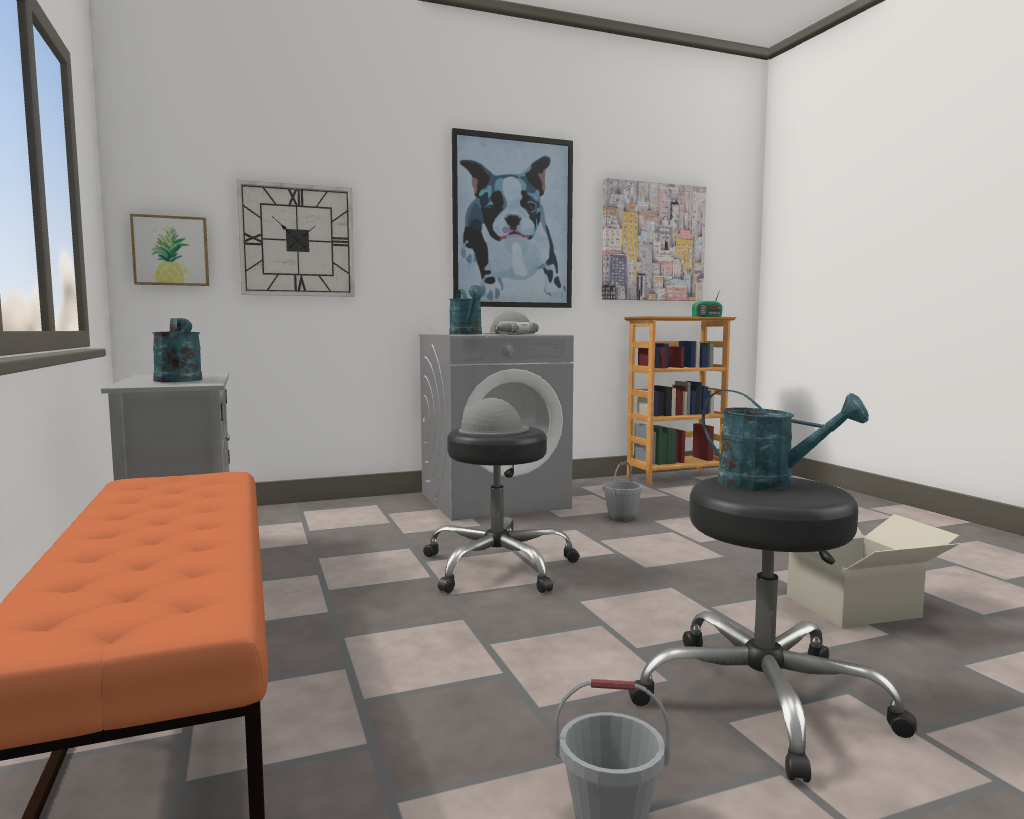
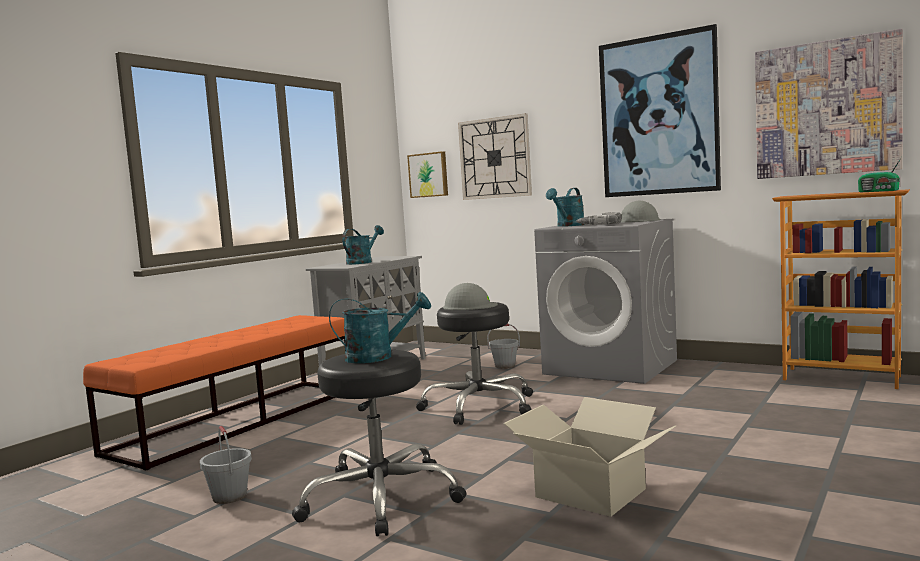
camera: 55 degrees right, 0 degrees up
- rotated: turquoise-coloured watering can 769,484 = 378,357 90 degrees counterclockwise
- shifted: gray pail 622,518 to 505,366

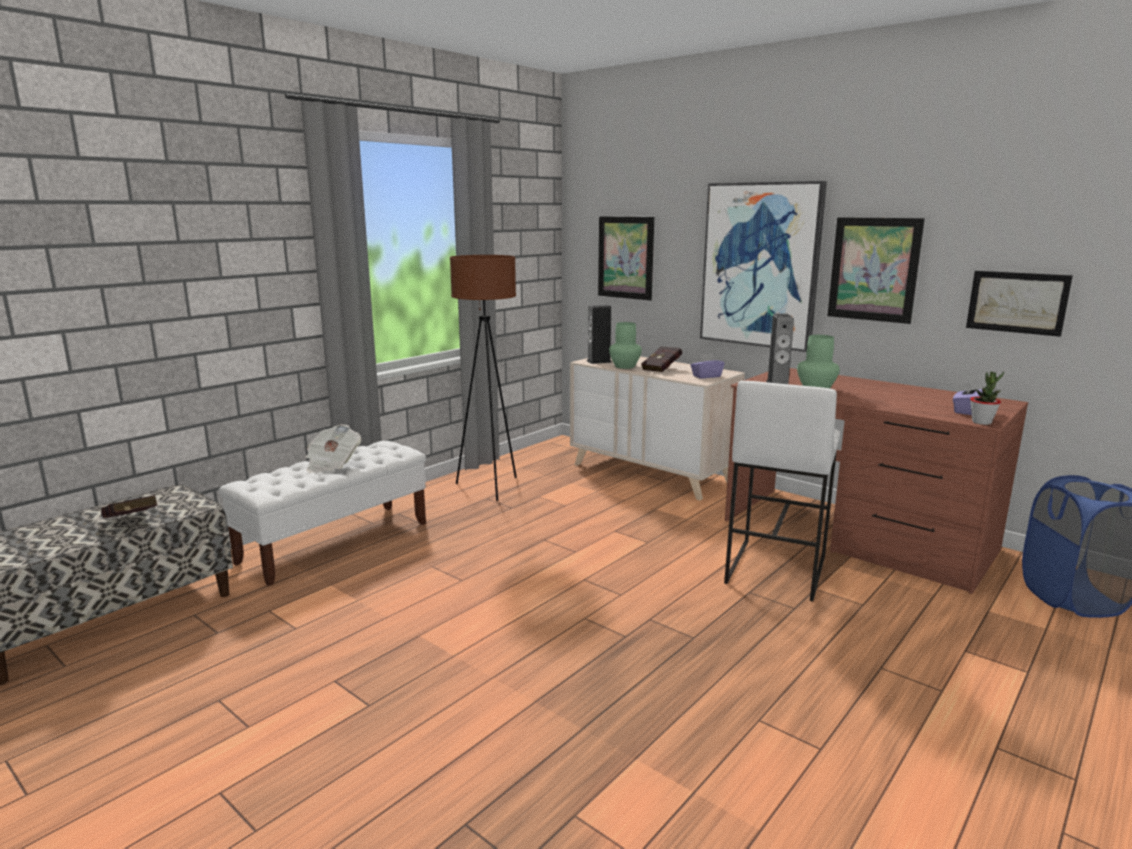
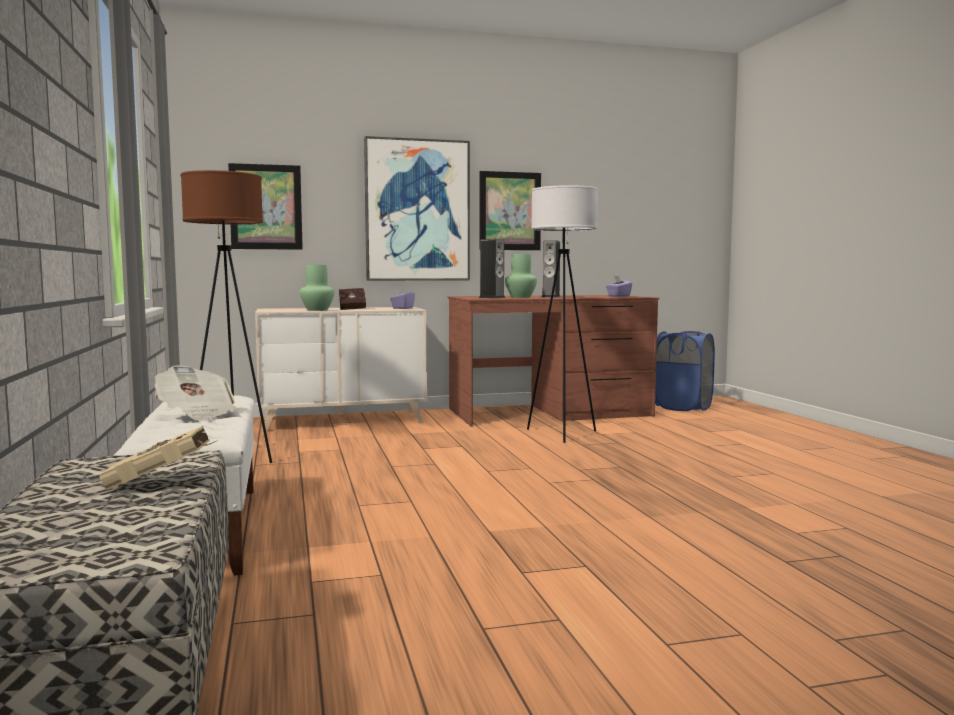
camera: 55 degrees left, 10 degrees down
- gone: picture 1017,302
- shifted: loudspeaker 599,361 to 551,297
- gone: plant in a pot 981,422
- swapped: whitish sitting stool 775,568 to whitish standing lamp 561,434
- repainted: red volume 131,522 to beige volume 163,483

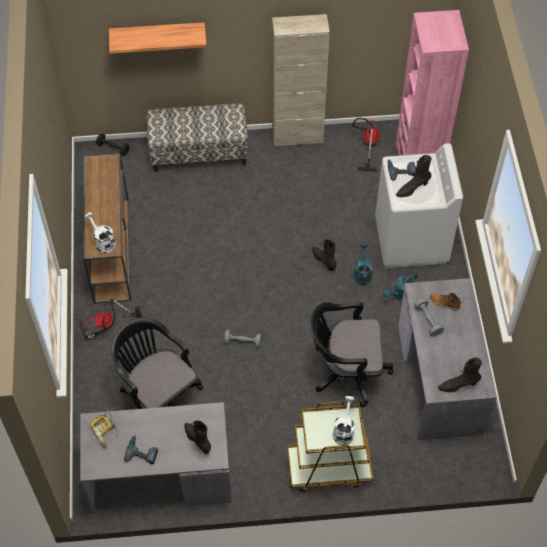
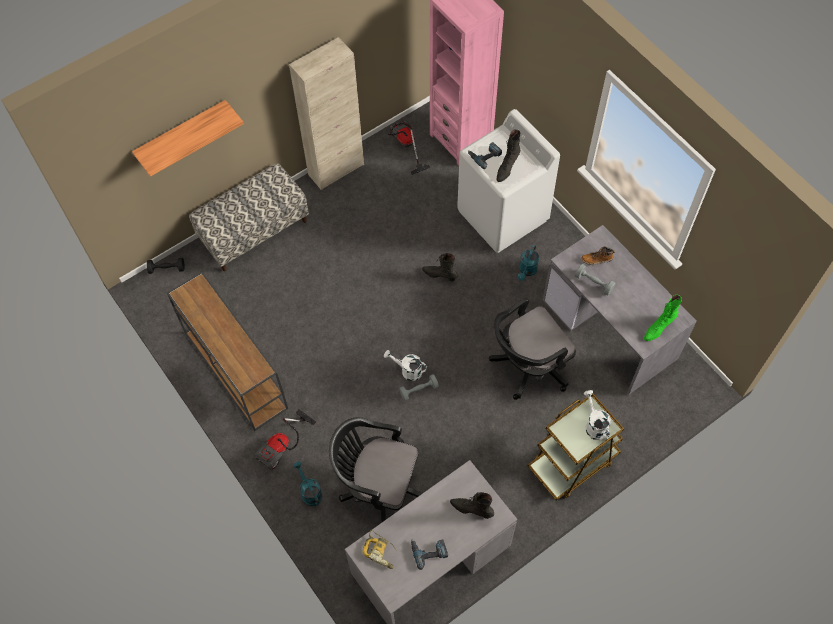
camera: 30 degrees left, 5 degrees up
- shifted: whitish watering can 103,242 to 407,371
- shifted: turquoise-coloured watering can 362,273 to 309,492
- repainted: black-coloured boot 458,385 to green-coloured boot 658,328

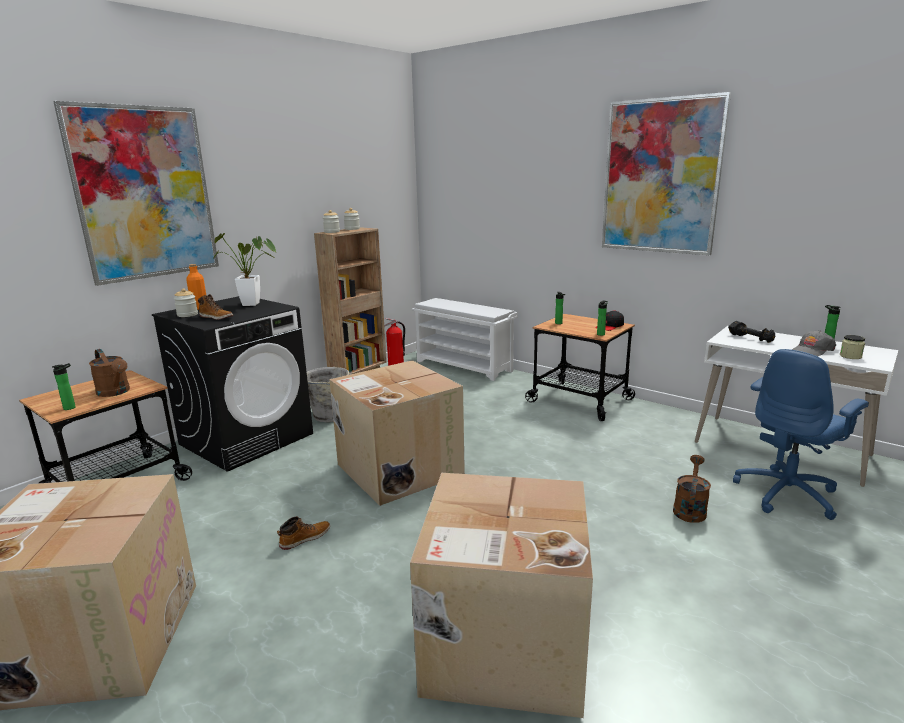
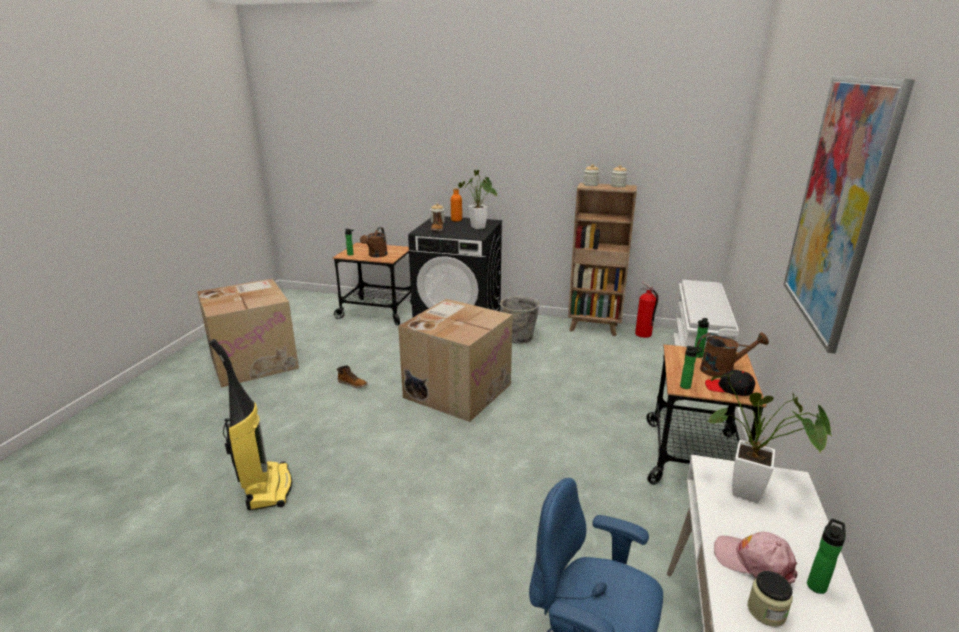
camera: 65 degrees right, 5 degrees up
- gone: picture 145,193
- swapped: black-coloured hand weight 751,338 to plant in a pot 754,495
- repainted: gray baseball cap 812,350 to pink baseball cap 754,562
- shifted: brown-coloured watering can 689,509 to 722,370
- swapped: packing box 502,644 to vacuum cleaner 267,488

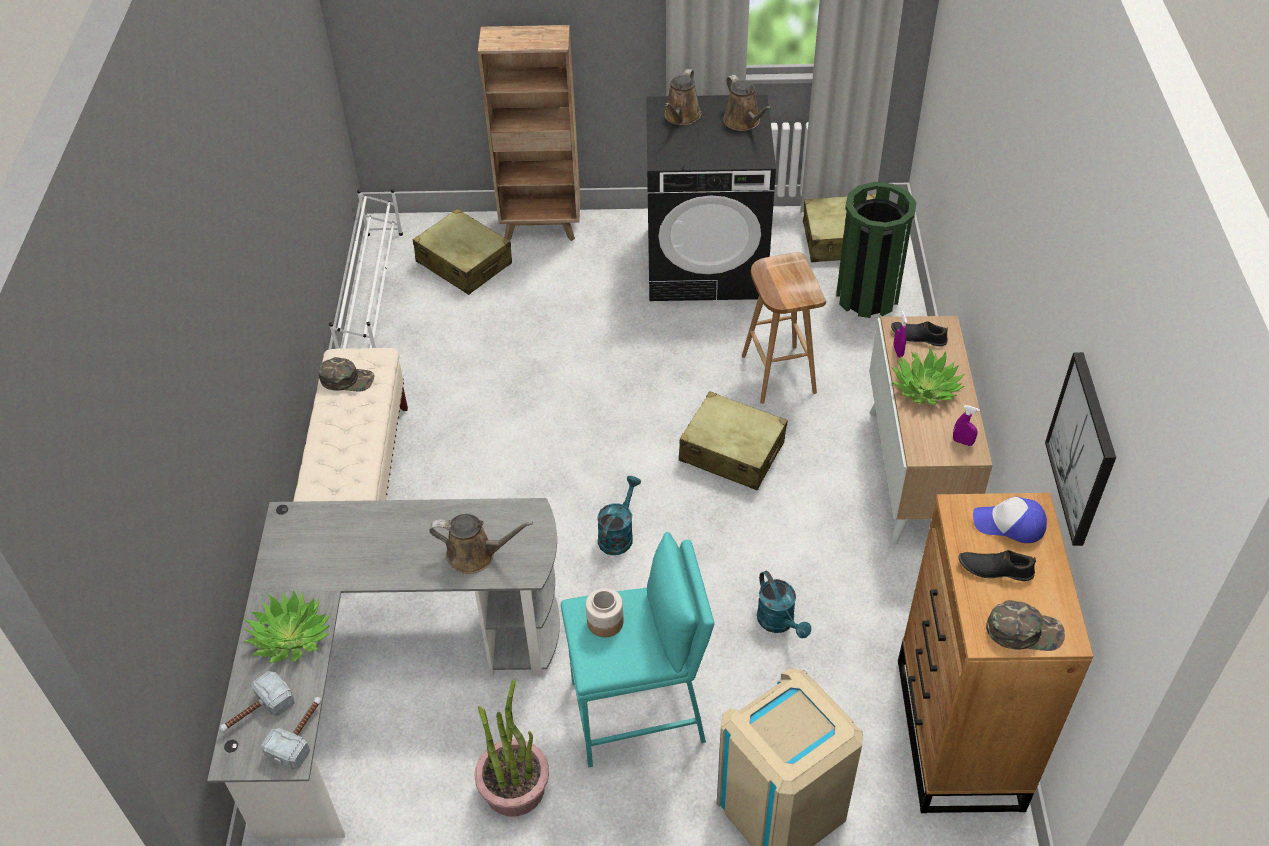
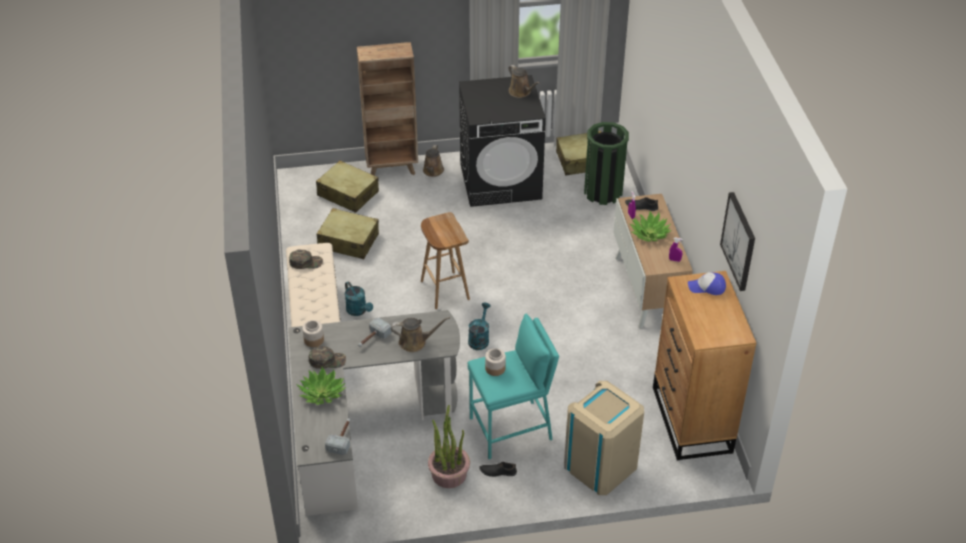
camera: 10 degrees left, 5 degrees down
- shifted: brown-coloured watering can 681,117 to 433,171
- gone: whitish shoe rack 373,297
- shifted: brown-coloured sitting stool 777,373 to 444,290
- shifted: beige piece of luggage 731,452 to 348,241
- shifted: black-coloured low shoe 995,569 to 498,471
- shifted: turquoise-coloured watering can 779,623 to 358,311
- shifted: green-coloured baseball cap 1024,631 to 327,360
- shifted: tool hammer 256,713 to 372,338
- new: storage jar 313,340

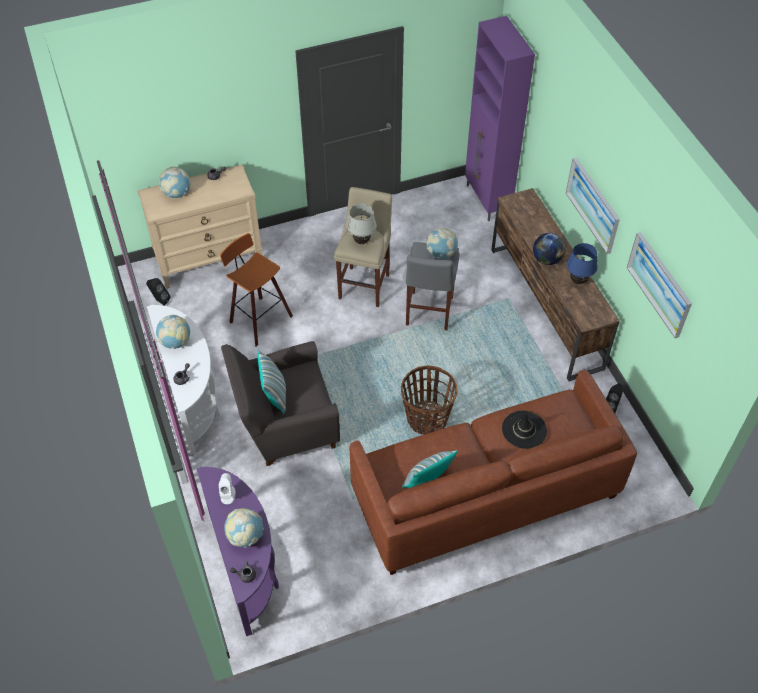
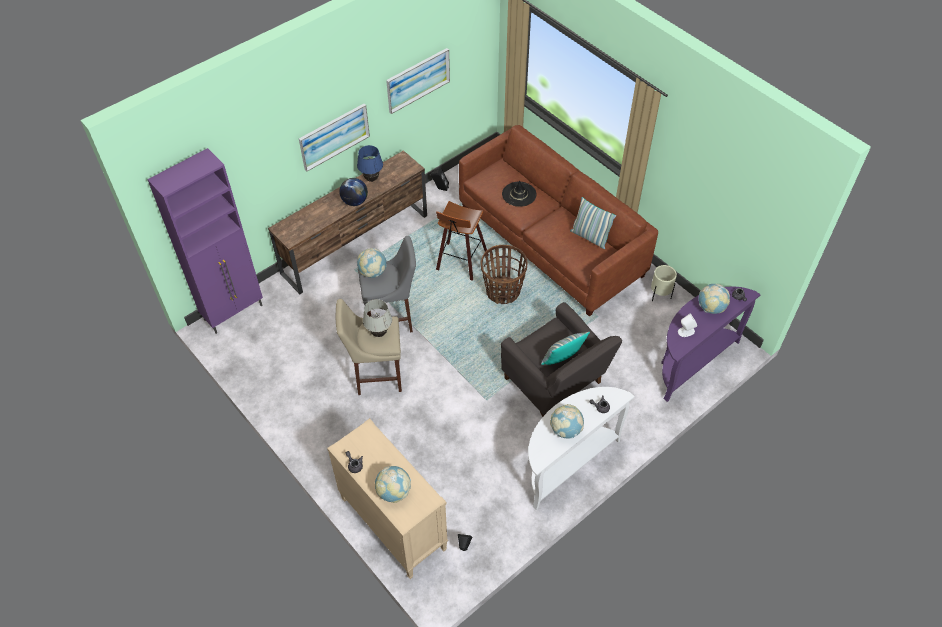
camera: 110 degrees left, 0 degrees up
- shifted: sitting stool 258,319 to 460,263
- new: beige flower pot 660,296

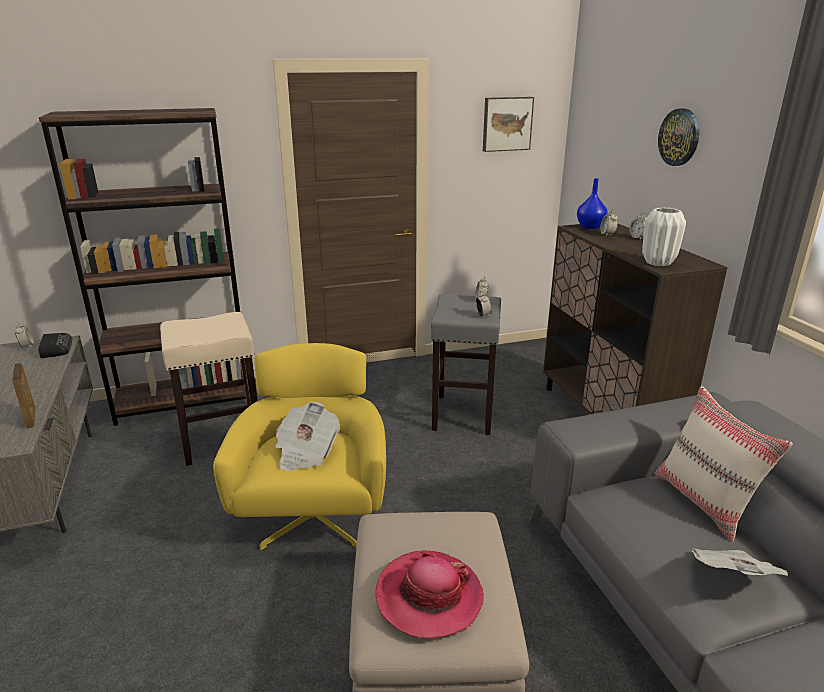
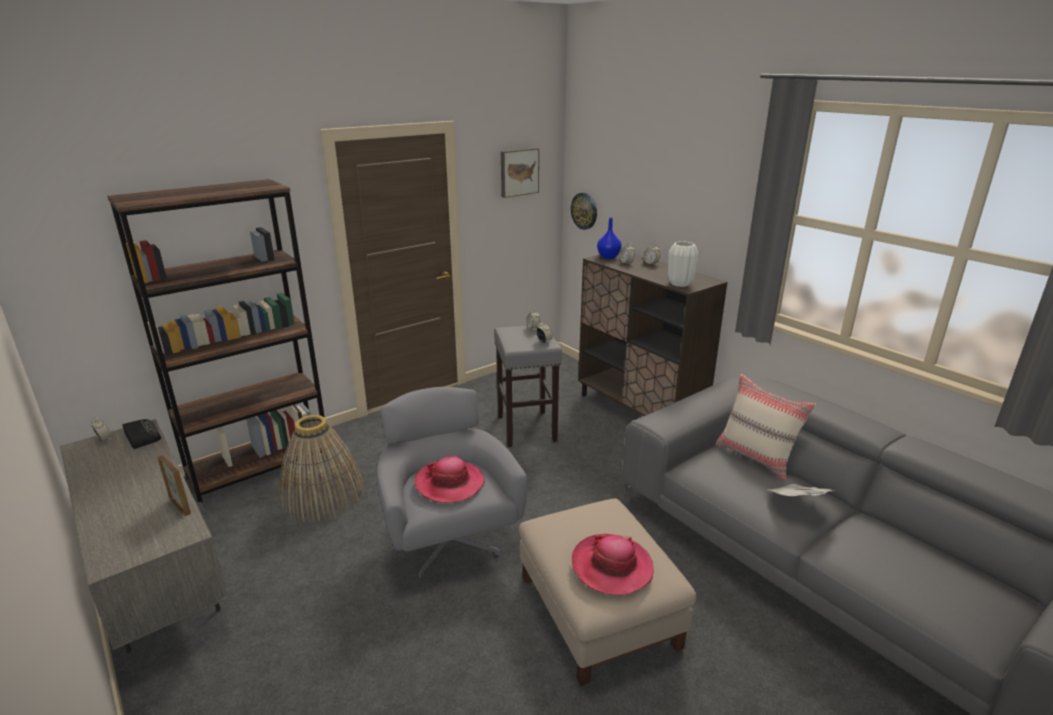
camera: 20 degrees left, 0 degrees up
- shifted: hanging clock 679,137 to 584,211
- swapped: beige sitting stool 221,442 to storage basket 322,496
- repainted: yellow easy chair 314,514 to gray easy chair 448,537
- swapped: daily paper 306,452 to hat 449,483

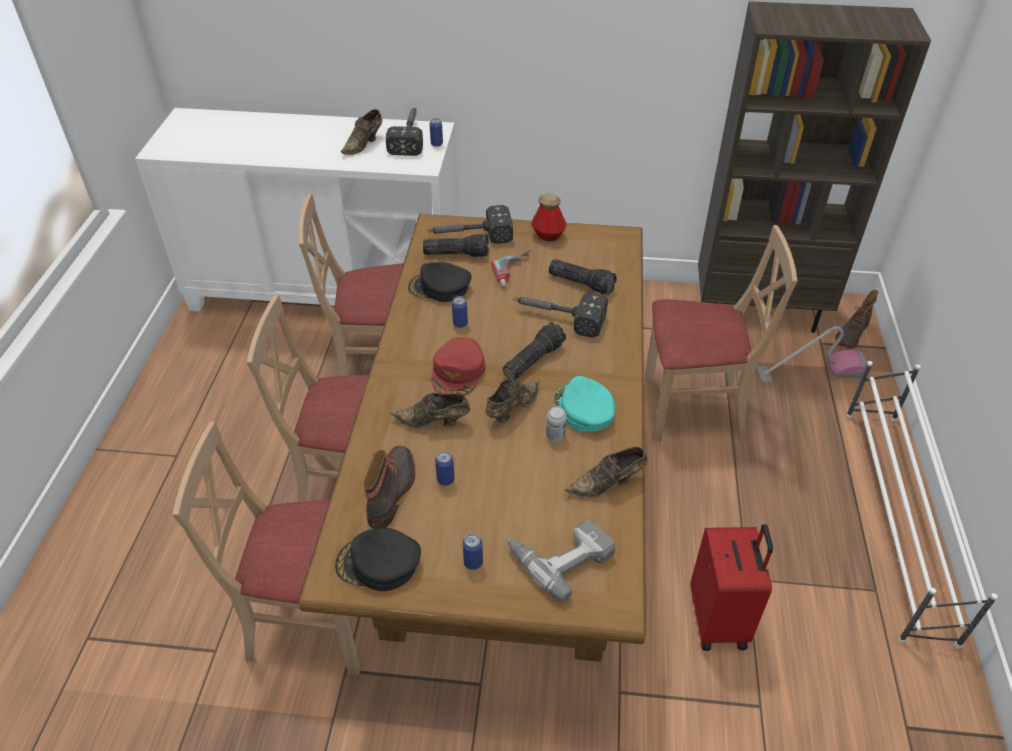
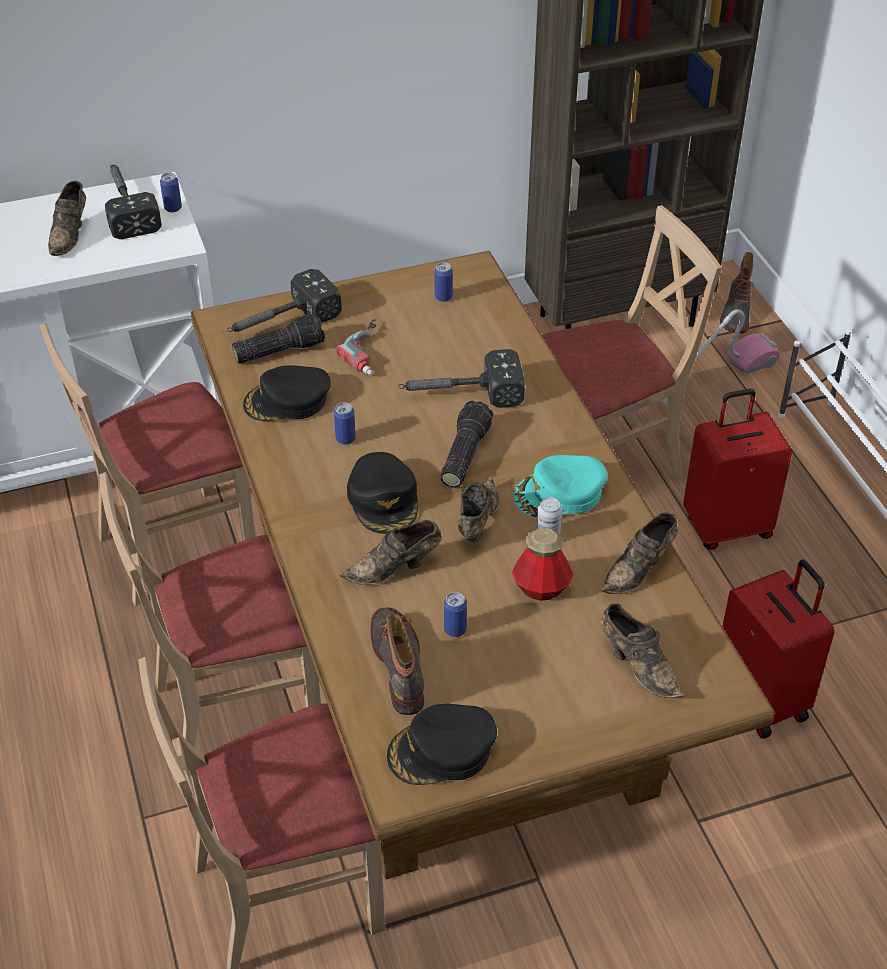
camera: 25 degrees left, 0 degrees up
- shifted: beverage bottle 548,235 to 541,588
- gone: torch 582,283
- repainted: red baseball cap 458,372 to black-coloured baseball cap 384,499
- rotated: turquoise-coloured baseball cap 583,409 = 560,494 60 degrees counterclockwise
- swapped: power drill 560,556 to brown-coloured low shoe 637,665
- shifted: metal can 473,562 to 443,297
- new: red piece of luggage 726,526

